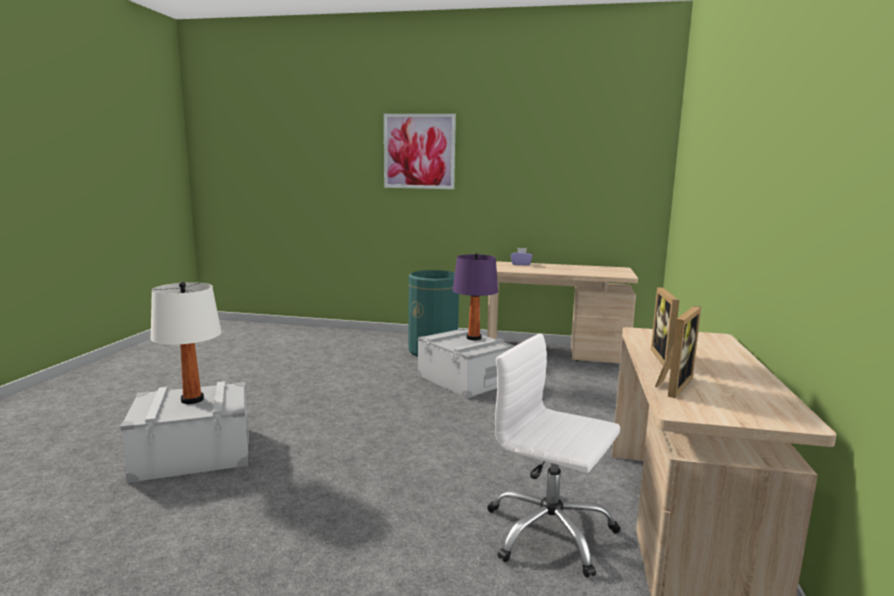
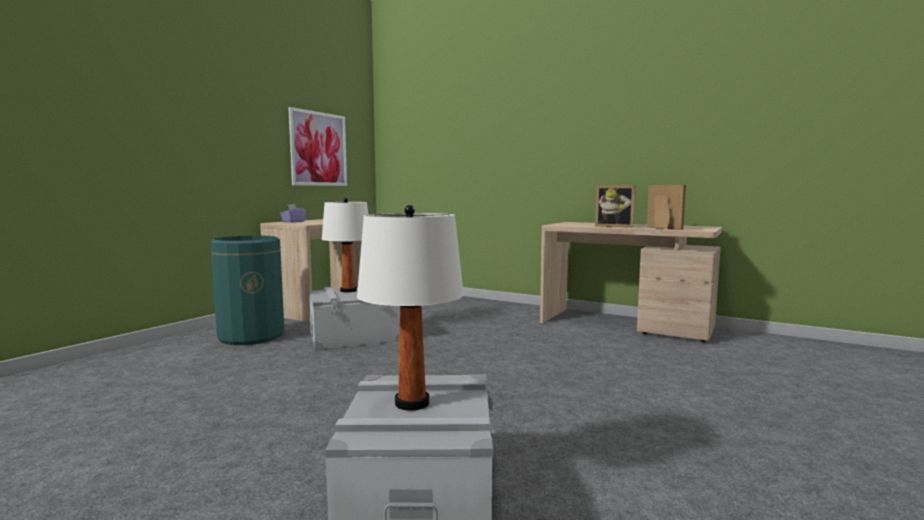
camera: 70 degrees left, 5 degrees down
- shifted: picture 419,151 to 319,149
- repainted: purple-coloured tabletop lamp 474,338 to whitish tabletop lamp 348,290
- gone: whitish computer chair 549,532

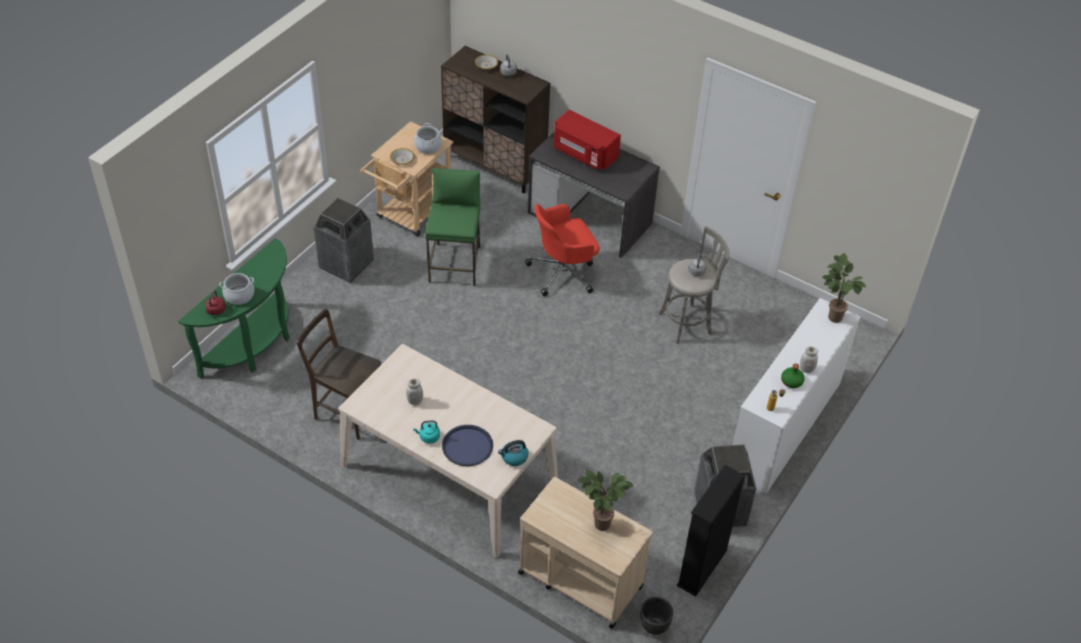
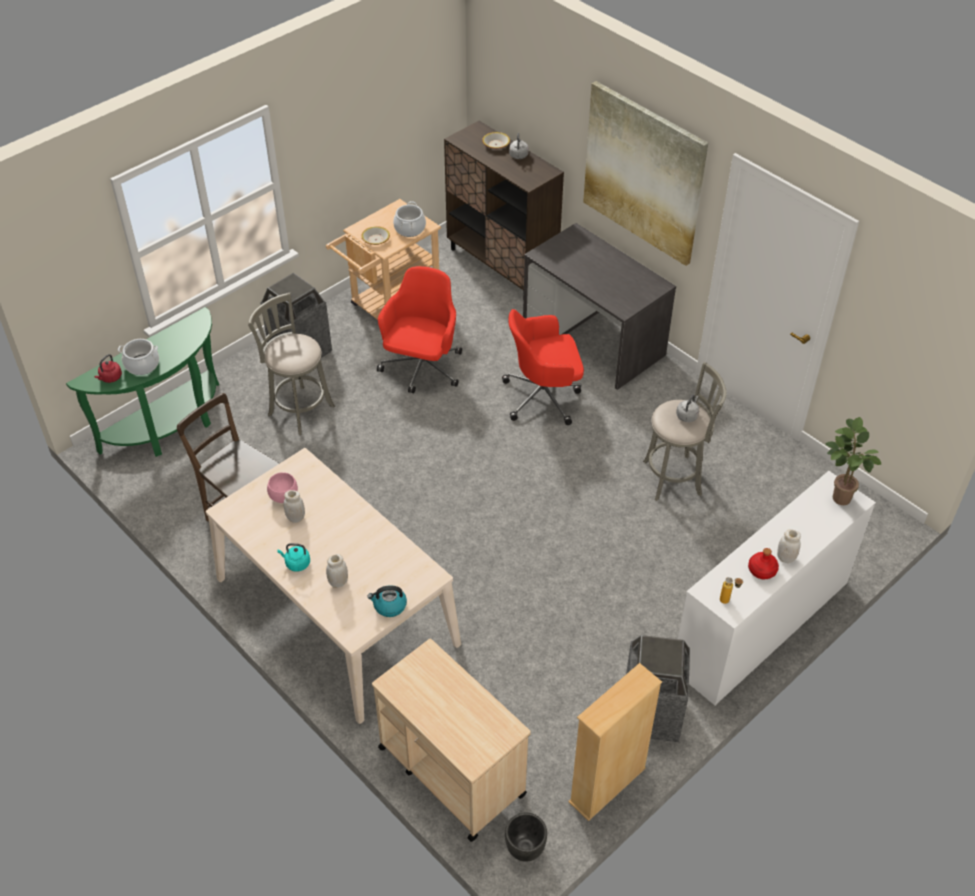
camera: 15 degrees right, 0 degrees up
- gone: red kitchen microwave 584,153
- swapped: green-coloured sitting stool 455,264 to red computer chair 422,369
- repainted: green-coloured beverage bottle 792,381 to red beverage bottle 762,570
- swapped: bluish serving tray 467,446 to whitish storage jar 338,582
- repainted: black-coloured shelving unit 702,568 to beige shelving unit 607,785
- gone: plant in a pot 600,525
- new: picture 643,173
- new: gray sitting stool 298,409
- new: pink deep dish 283,497

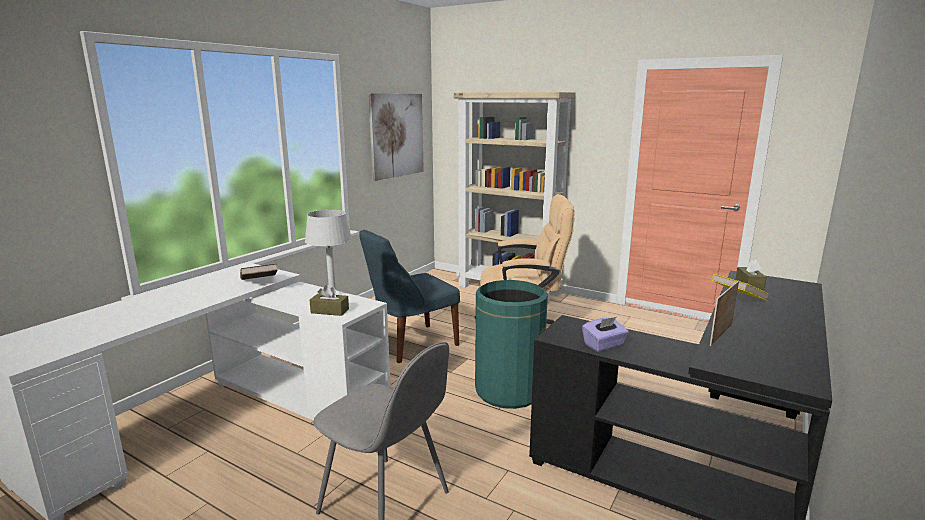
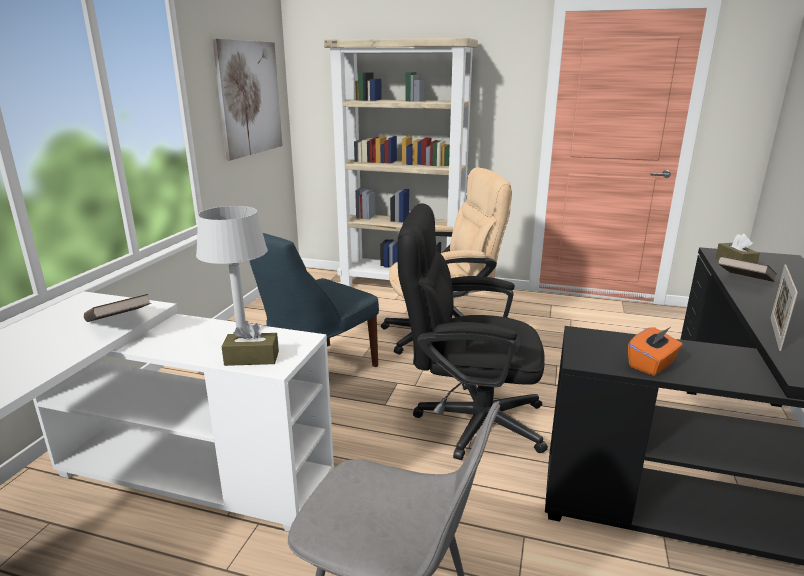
camera: 15 degrees left, 5 degrees up
- repainted: yellow volume 738,299 to brown-coloured volume 743,282
- swapped: green-coloured waste bin 508,391 to black-coloured computer chair 468,420
- repainted: purple-coloured box of tissues 604,345 to orange box of tissues 652,365

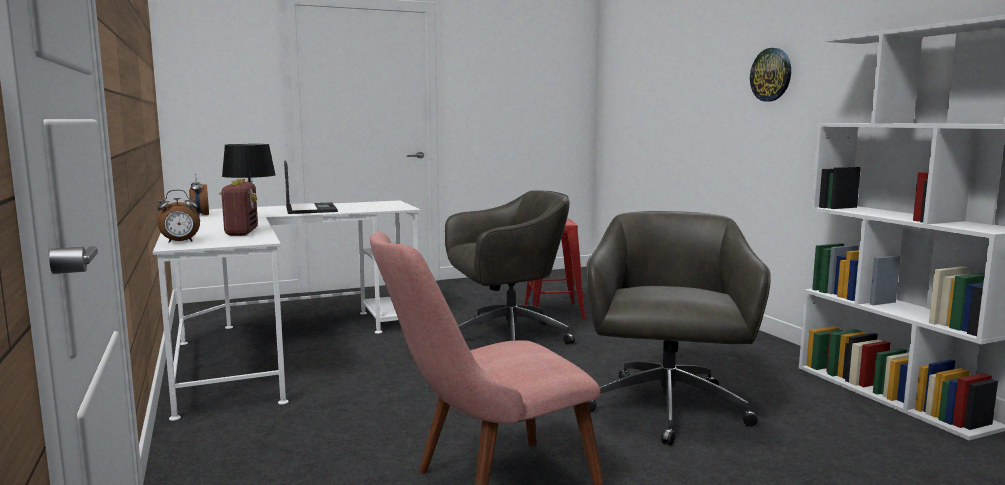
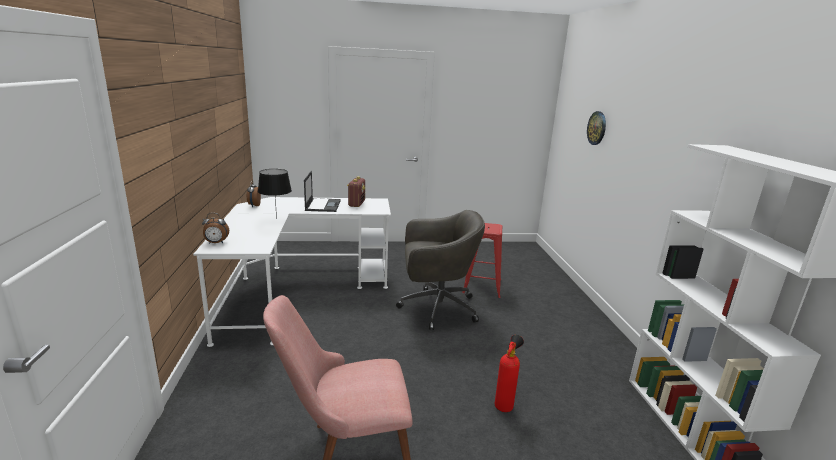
camera: 15 degrees right, 10 degrees up
- shifted: hanging clock 771,74 to 597,128
- shifted: radio receiver 241,232 to 356,204
- swapped: gray computer chair 666,411 to fire-fighting cylinder 504,405

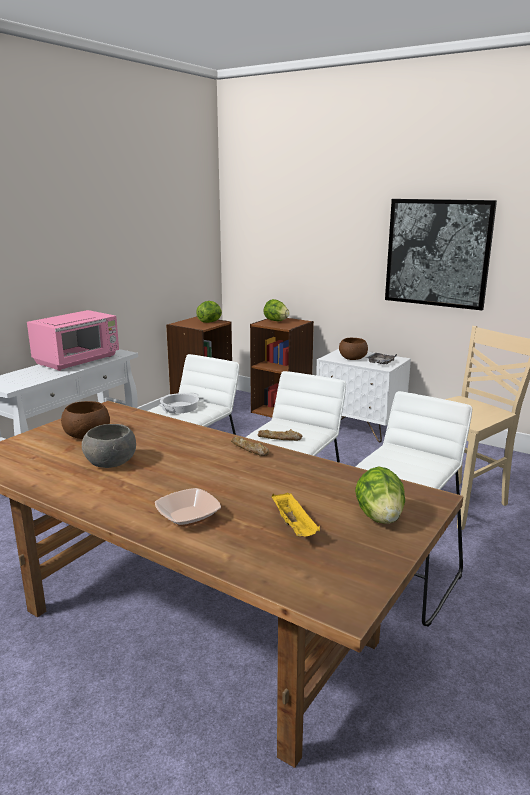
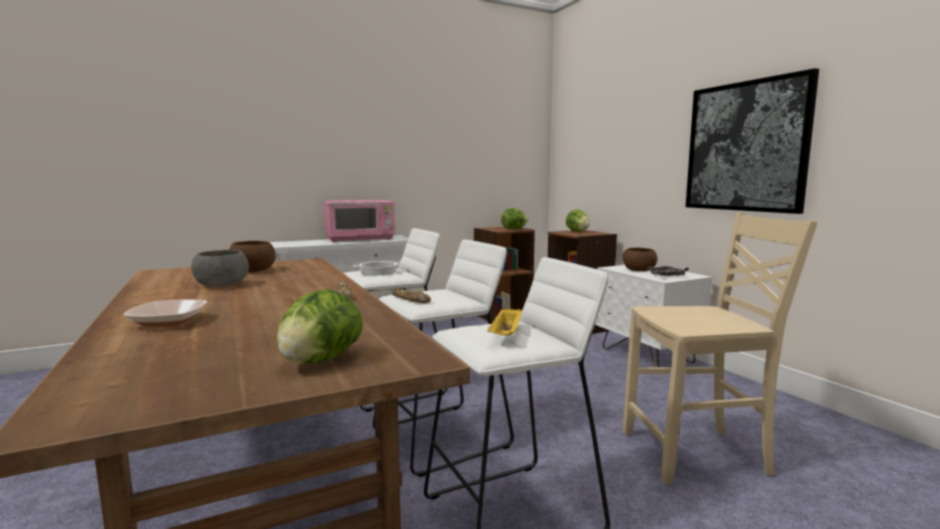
camera: 30 degrees right, 10 degrees down
- shifted: yellow serving tray 294,526 to 506,335

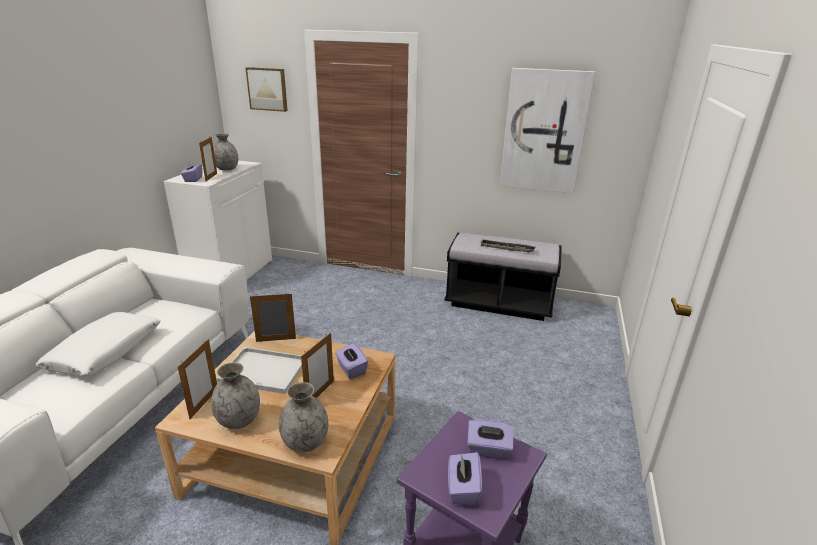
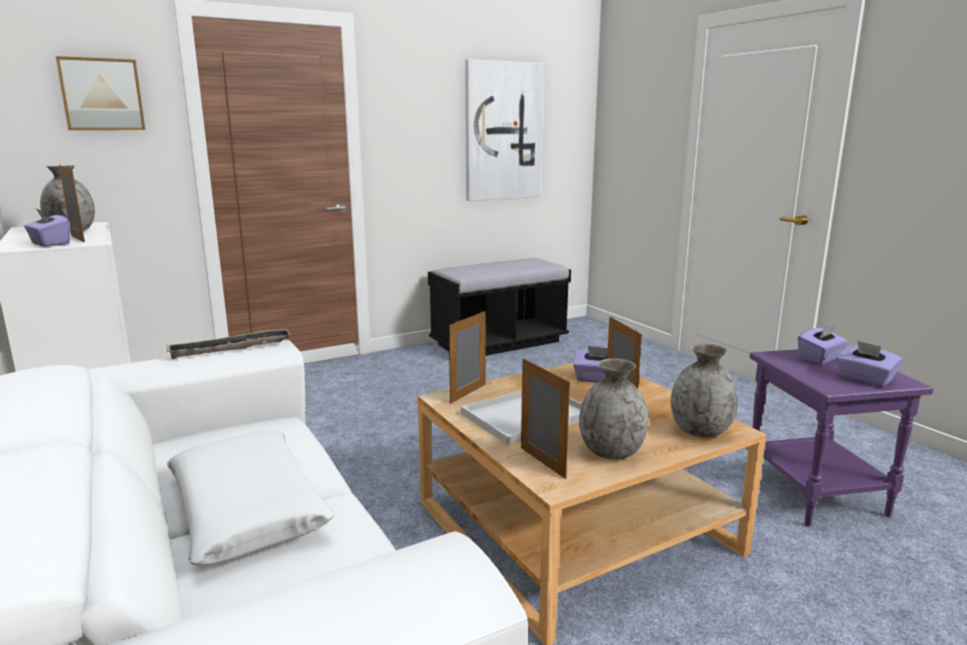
camera: 45 degrees left, 10 degrees down
- shifted: serving tray 506,248 to 230,349

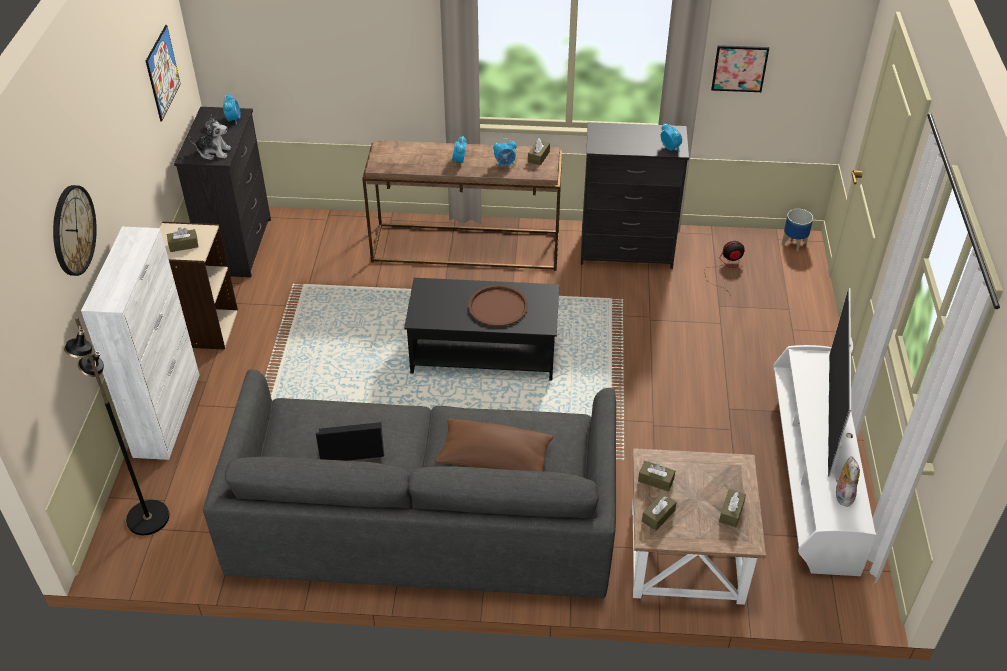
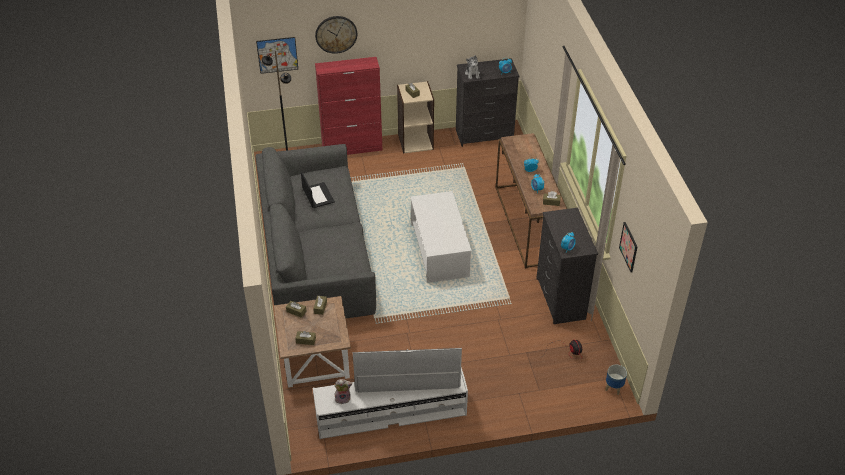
camera: 75 degrees right, 0 degrees up
- shifted: picture 162,73 to 277,55
- repainted: whitish storage cabinet 167,414 to red storage cabinet 352,148
- repainted: black-coloured coffee table 483,352 to whitish coffee table 439,250
- gone: brown-coloured serving tray 498,306
- gone: brown-coloured cushion 494,459

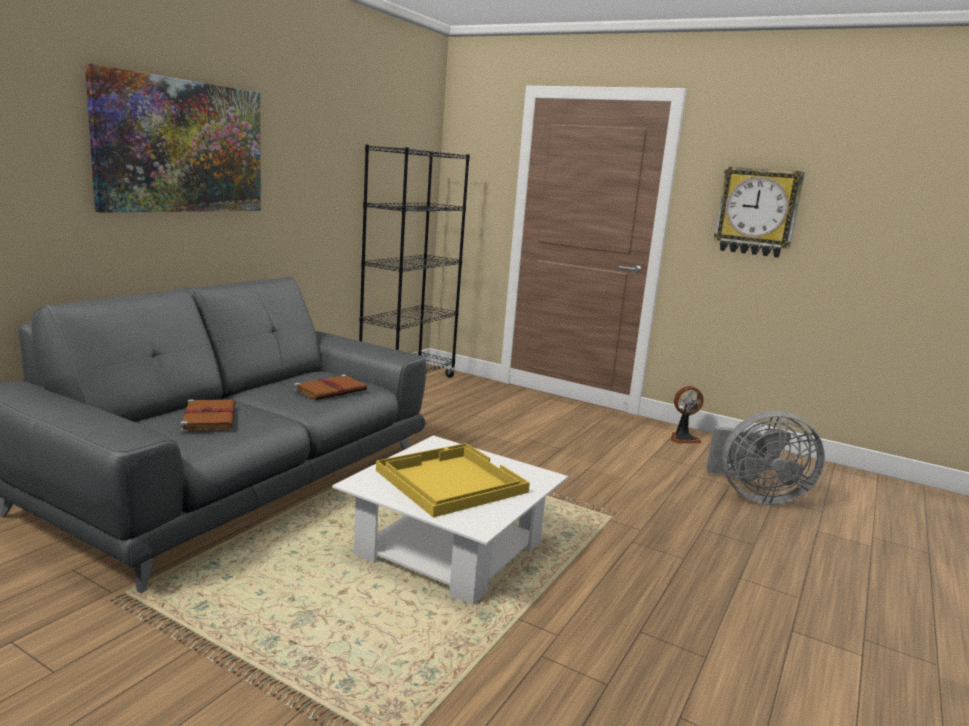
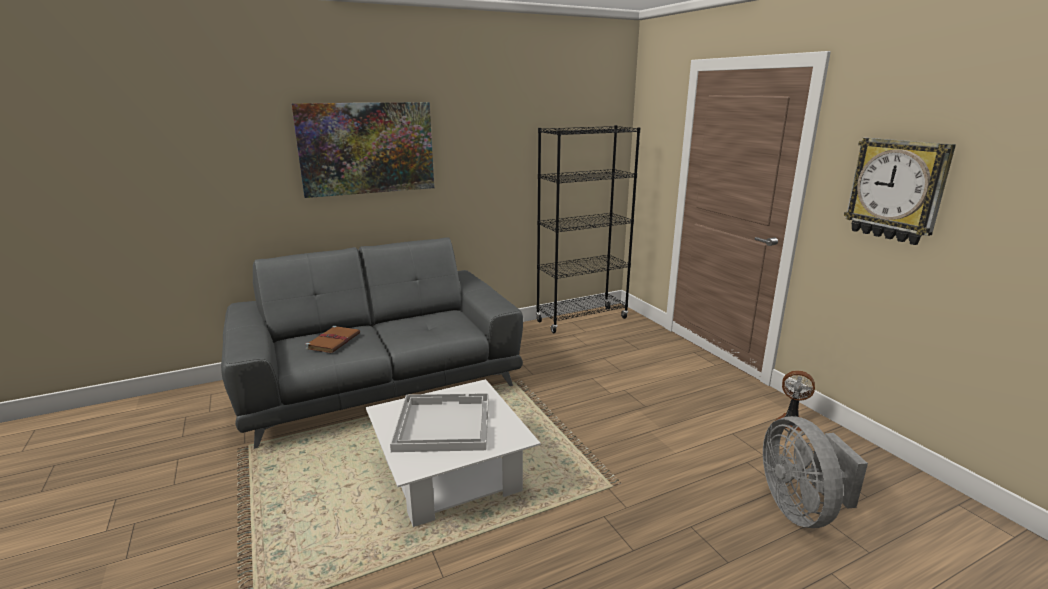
camera: 35 degrees right, 5 degrees up
- gone: brown-coloured volume 331,390
- rotated: gray fan 756,496 = 800,509 45 degrees clockwise
- repainted: yellow serving tray 449,481 to whitish serving tray 442,423

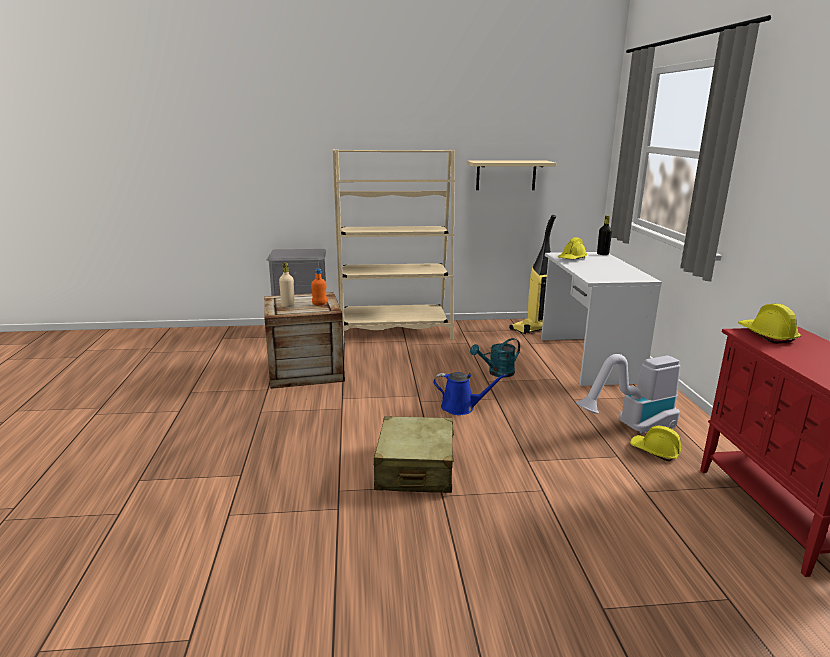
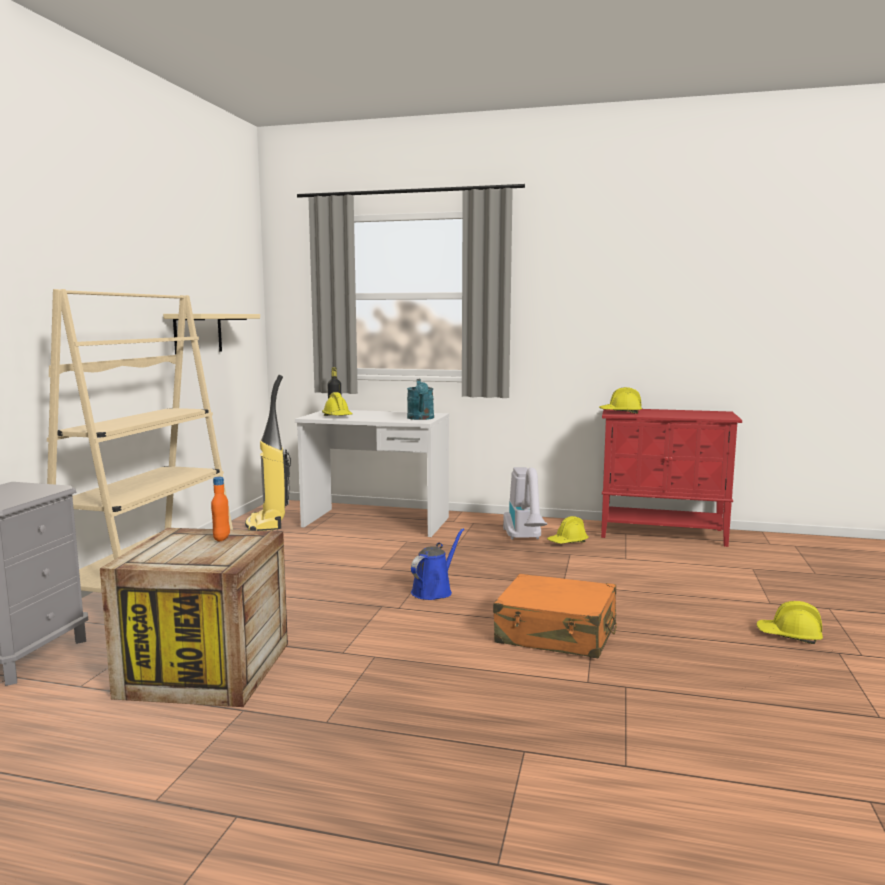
camera: 70 degrees left, 10 degrees down
- gone: beige beverage bottle 288,305
- shifted: turquoise-coloured watering can 497,373 to 421,418
- repainted: beige piece of luggage 415,468 to orange piece of luggage 556,634
- new: yellow work helmet 789,635

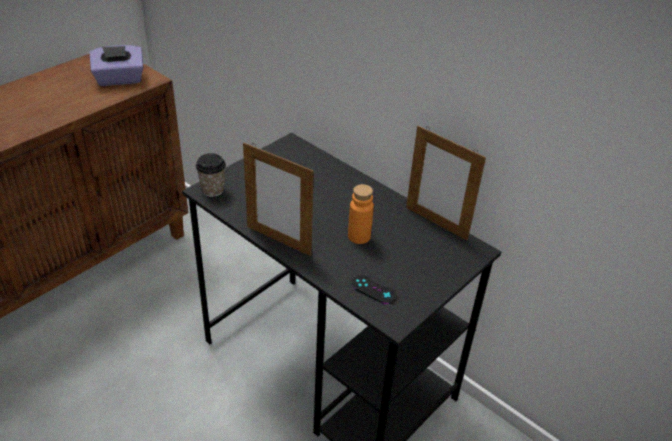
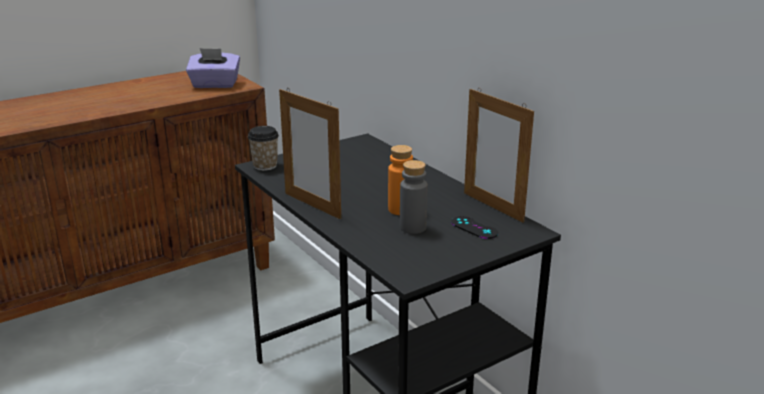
camera: 15 degrees right, 15 degrees down
- shifted: black-coloured gamepad 373,290 to 474,228
- new: gray beverage bottle 413,227

